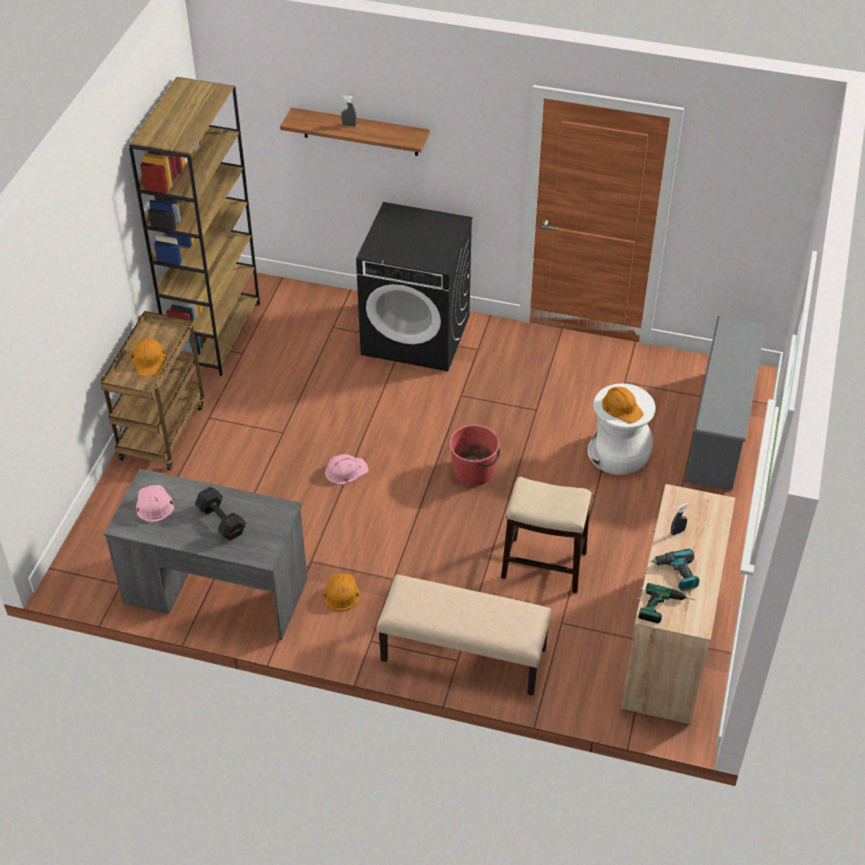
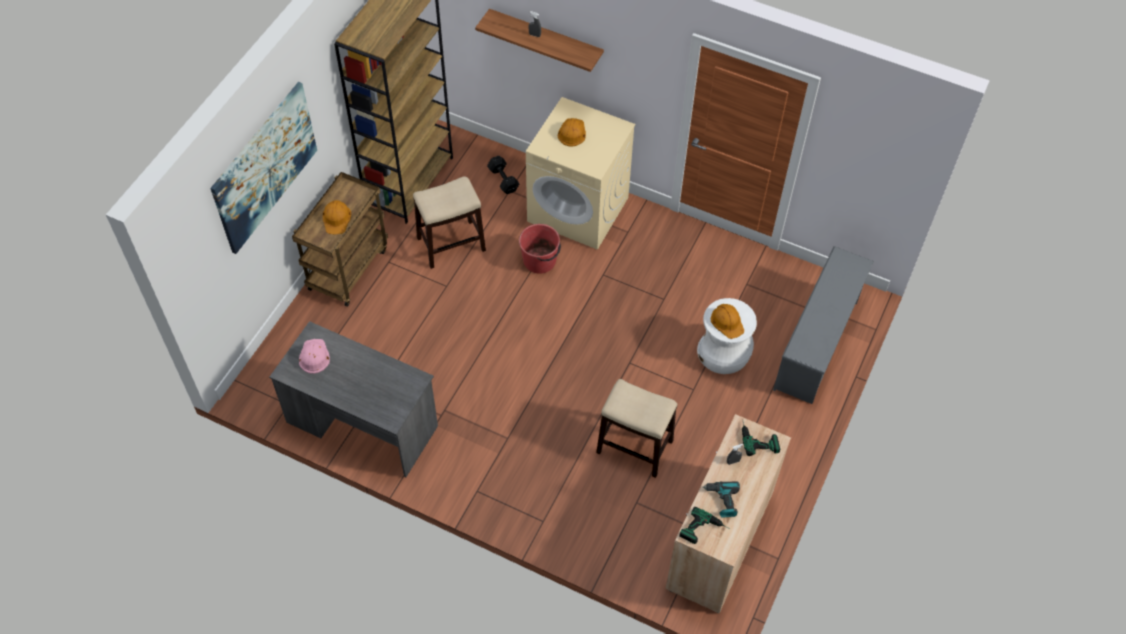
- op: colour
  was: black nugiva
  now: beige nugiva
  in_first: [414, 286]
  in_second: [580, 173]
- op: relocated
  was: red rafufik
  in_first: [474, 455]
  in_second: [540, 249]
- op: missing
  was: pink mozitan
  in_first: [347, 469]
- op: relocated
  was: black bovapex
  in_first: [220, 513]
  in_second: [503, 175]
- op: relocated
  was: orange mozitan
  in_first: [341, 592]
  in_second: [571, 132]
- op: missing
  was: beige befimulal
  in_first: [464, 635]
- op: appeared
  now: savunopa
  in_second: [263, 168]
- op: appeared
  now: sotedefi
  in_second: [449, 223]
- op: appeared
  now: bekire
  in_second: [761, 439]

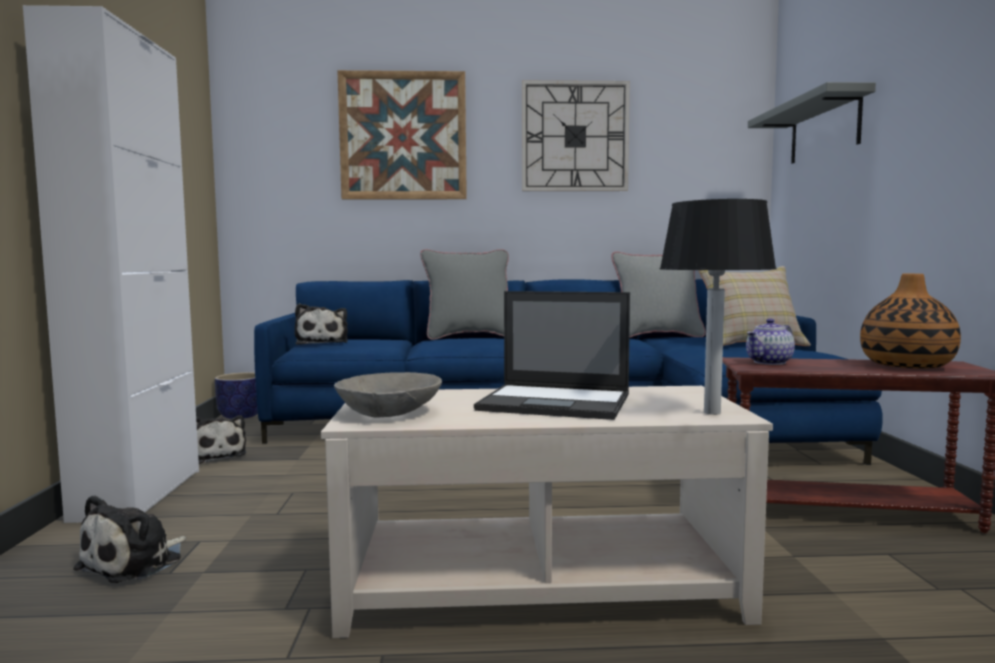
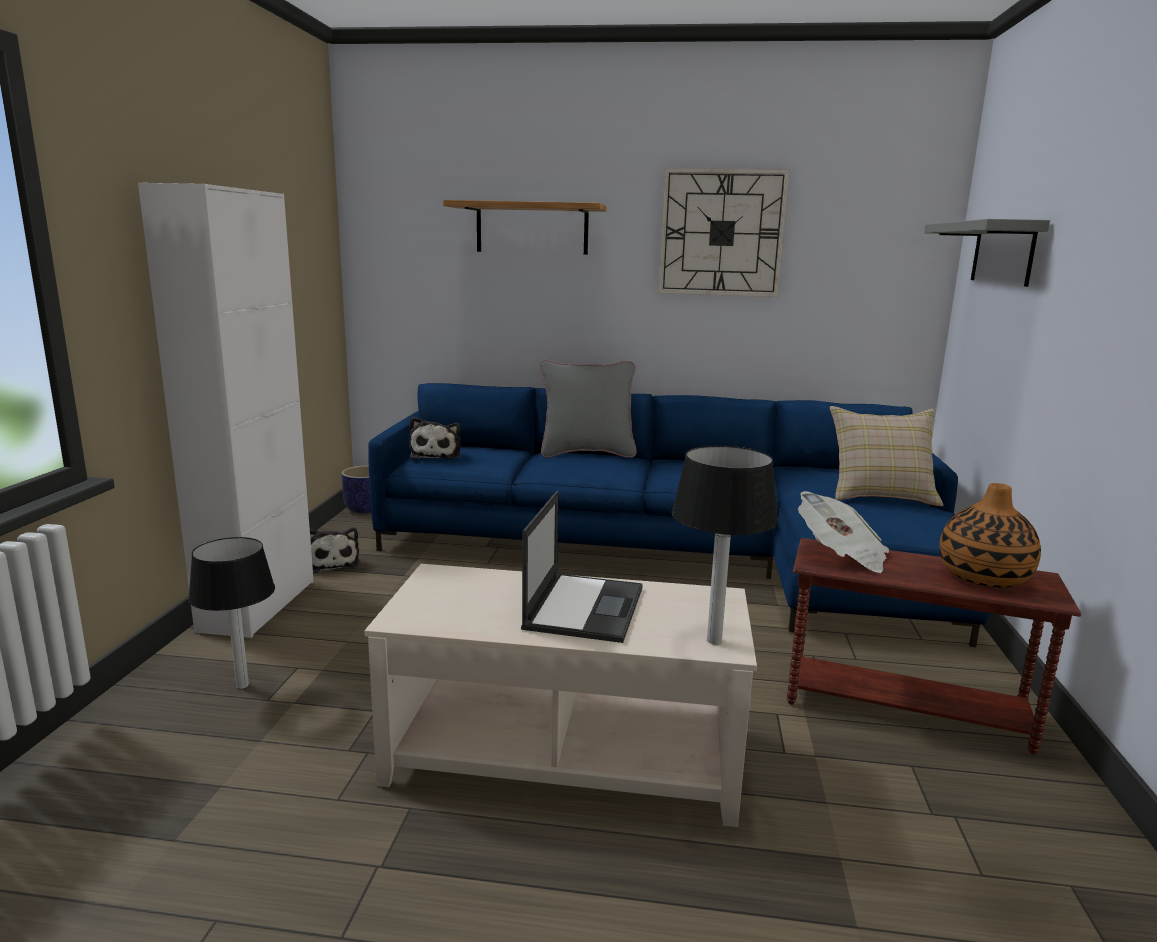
- op: exchanged
  was: savunopa
  now: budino
  in_first: [402, 135]
  in_second: [525, 227]
- op: missing
  was: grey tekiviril
  in_first: [658, 294]
- op: spun
  was: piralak
  in_first: [552, 355]
  in_second: [582, 567]
  clockwise: -105
- op: exchanged
  was: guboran
  now: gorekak
  in_first: [770, 341]
  in_second: [843, 532]
- op: missing
  was: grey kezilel
  in_first: [388, 394]
- op: exchanged
  was: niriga
  now: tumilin
  in_first: [129, 539]
  in_second: [231, 613]

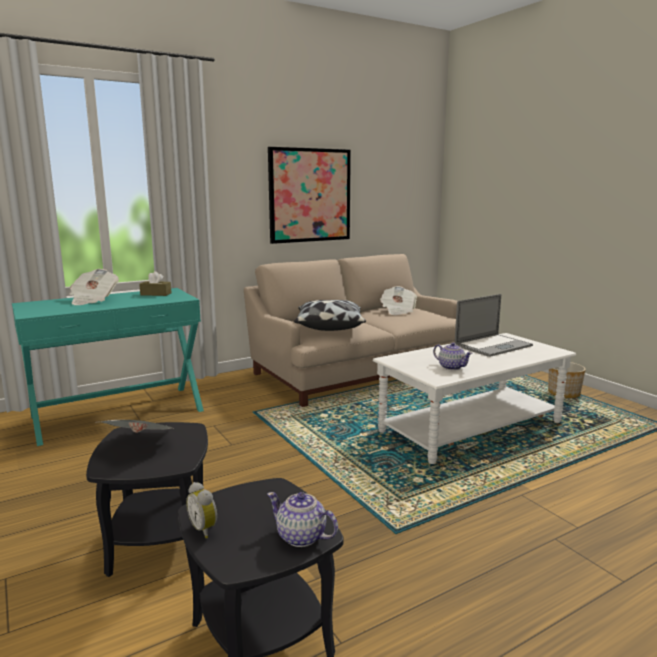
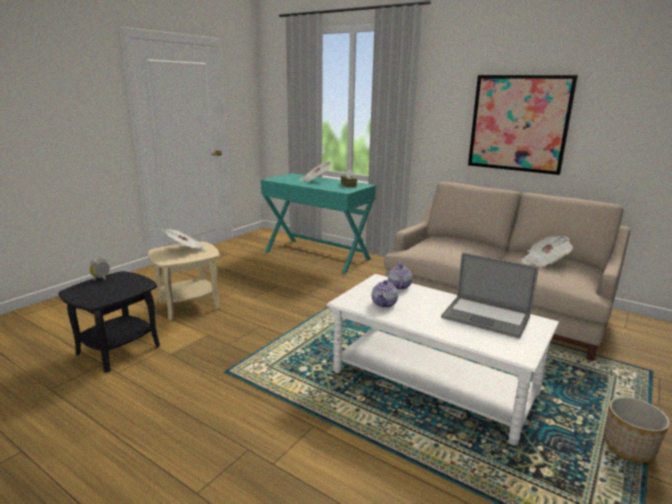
- op: missing
  was: tekiviril
  in_first: [330, 315]
- op: colour
  was: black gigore
  now: beige gigore
  in_first: [147, 499]
  in_second: [184, 281]
- op: relocated
  was: guboran
  in_first: [302, 519]
  in_second: [400, 276]

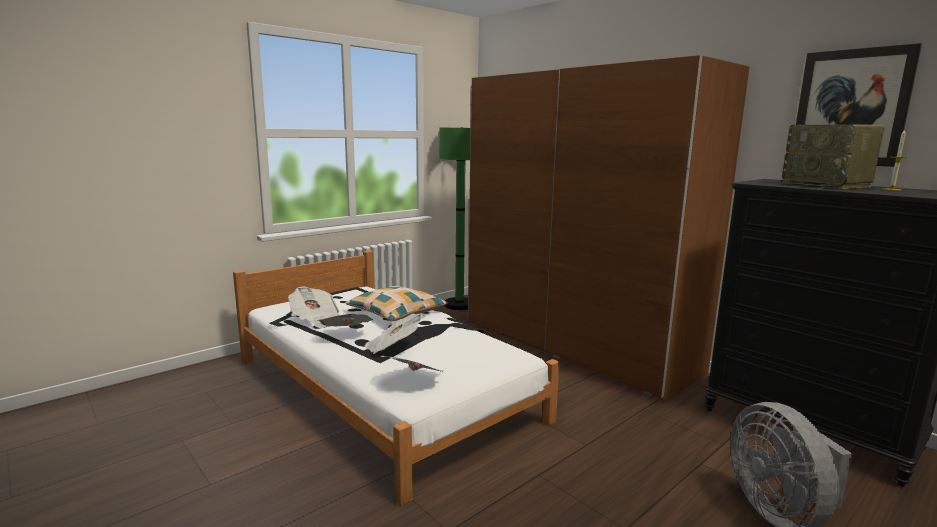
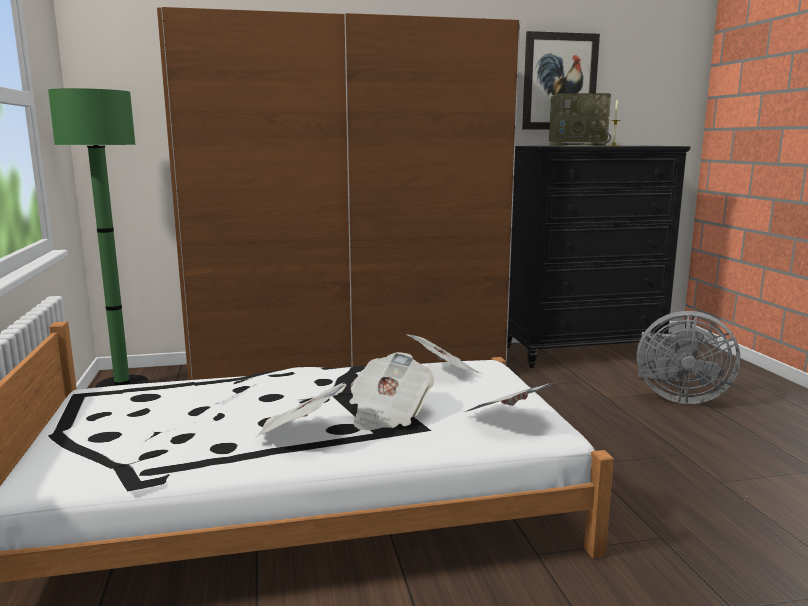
- op: relocated
  was: gorekak
  in_first: [313, 307]
  in_second: [444, 354]
- op: missing
  was: tekiviril
  in_first: [396, 303]

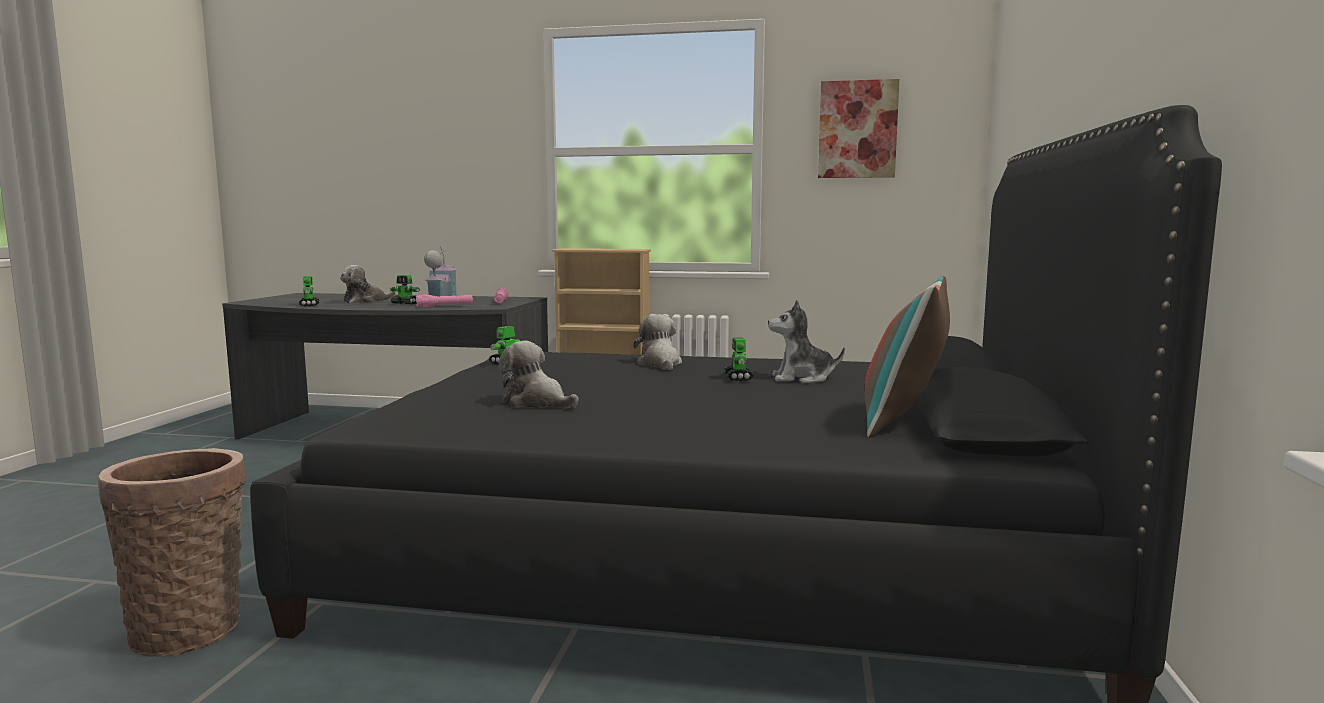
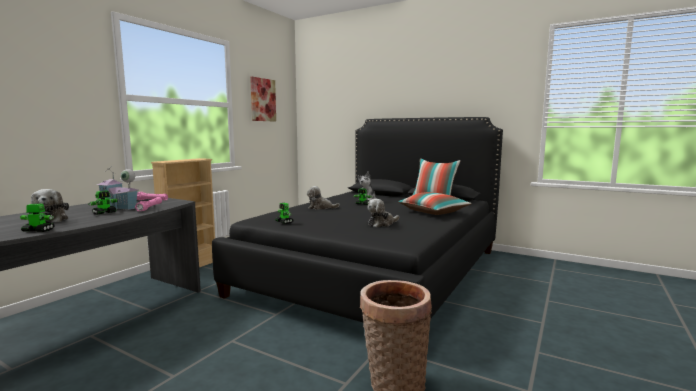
- op: appeared
  now: tekiviril
  in_second: [435, 203]

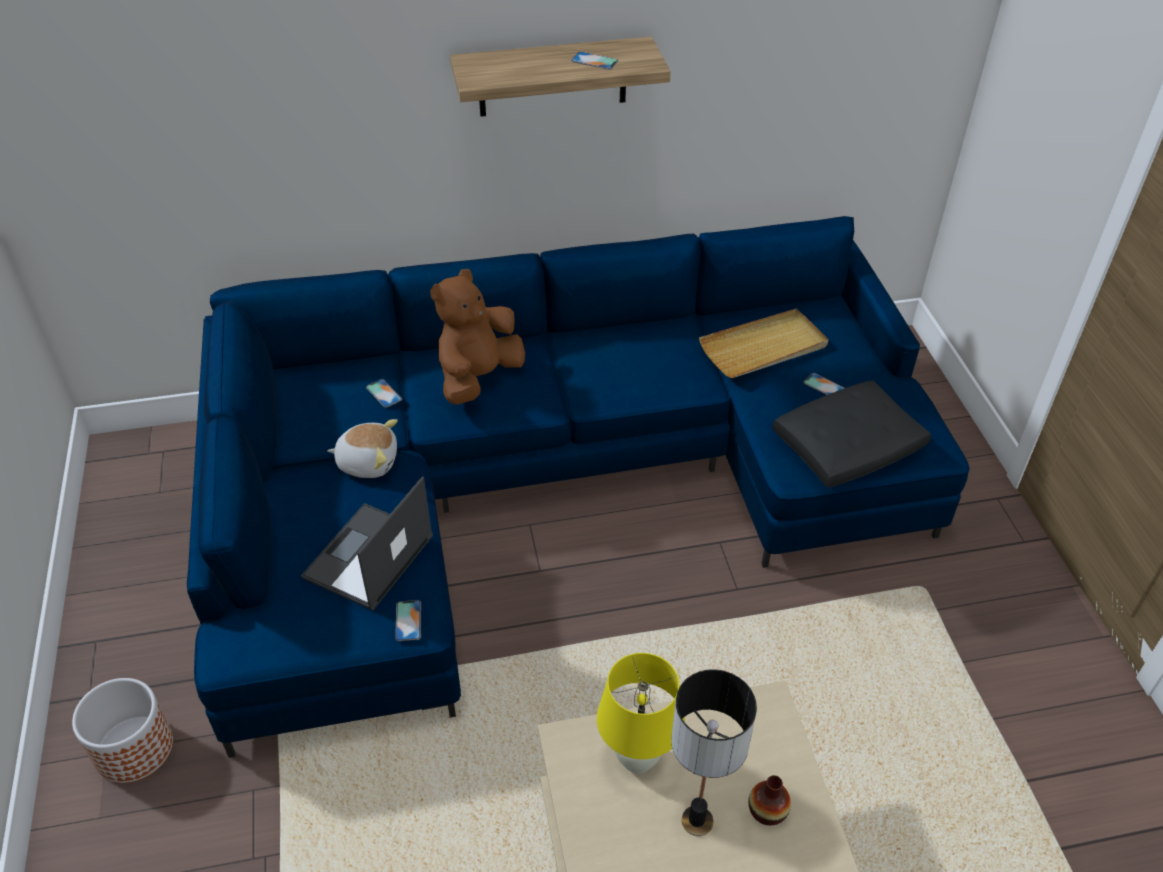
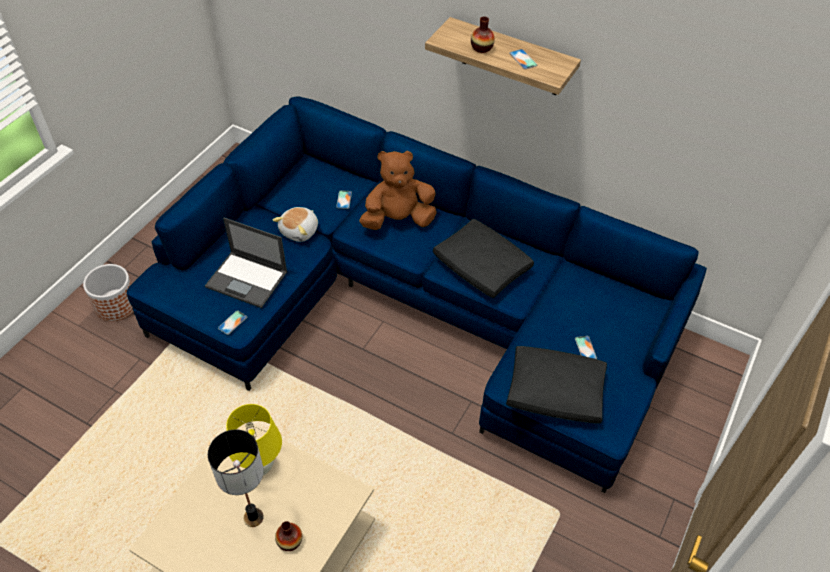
- op: missing
  was: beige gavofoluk
  in_first: [764, 343]
- op: spun
  was: niriga
  in_first: [362, 448]
  in_second: [295, 224]
  clockwise: 75
- op: spun
  was: piralak
  in_first: [367, 543]
  in_second: [246, 263]
  clockwise: -135
- op: appeared
  now: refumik
  in_second: [483, 34]
- op: appeared
  now: black tekiviril
  in_second: [483, 258]

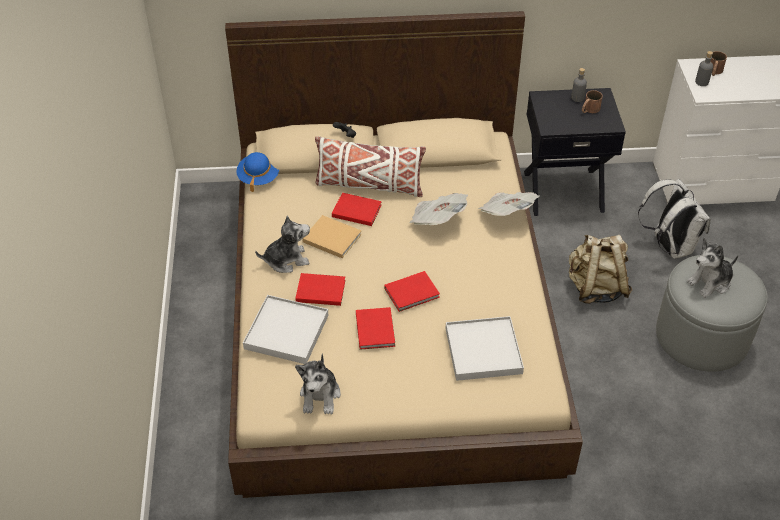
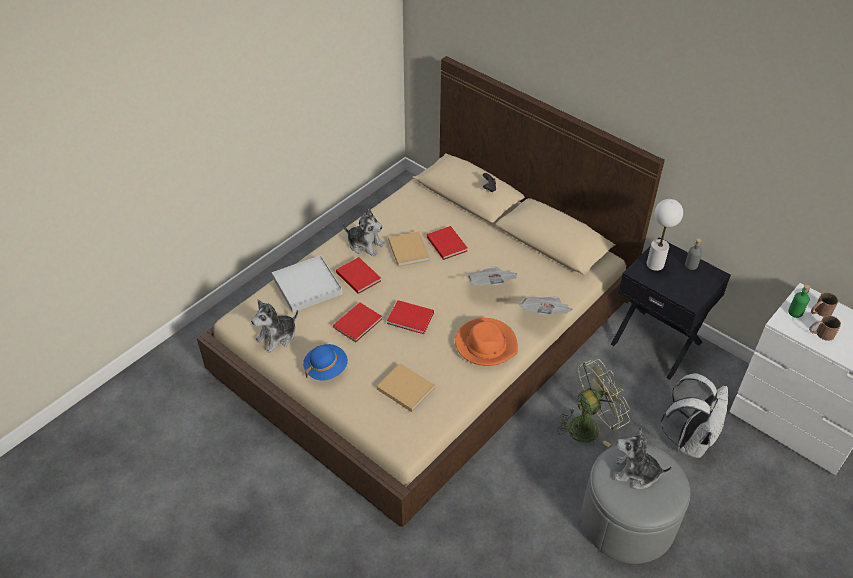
- op: colour
  was: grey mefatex
  now: green mefatex
  in_first: [704, 68]
  in_second: [799, 301]
- op: relocated
  was: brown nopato
  in_first: [592, 101]
  in_second: [825, 328]
- op: missing
  was: white tekiviril
  in_first: [370, 166]
- op: relocated
  was: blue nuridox
  in_first: [258, 172]
  in_second: [325, 362]
- op: exchanged
  was: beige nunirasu
  now: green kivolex
  in_first: [600, 269]
  in_second: [593, 403]
- op: exchanged
  was: white gavofoluk
  now: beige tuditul
  in_first: [485, 348]
  in_second: [406, 387]
- op: appeared
  now: white tumilin
  in_second: [665, 235]
- op: appeared
  now: orange nuridox
  in_second: [486, 342]

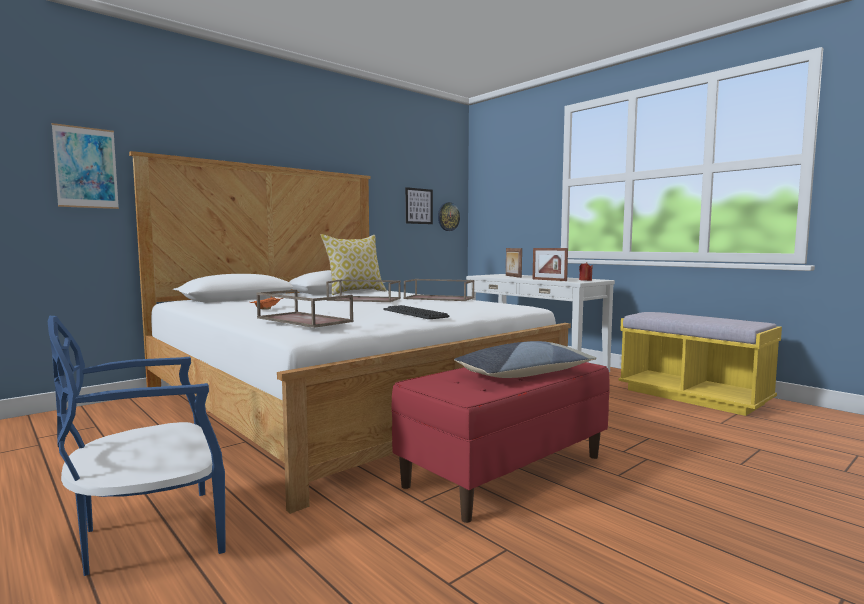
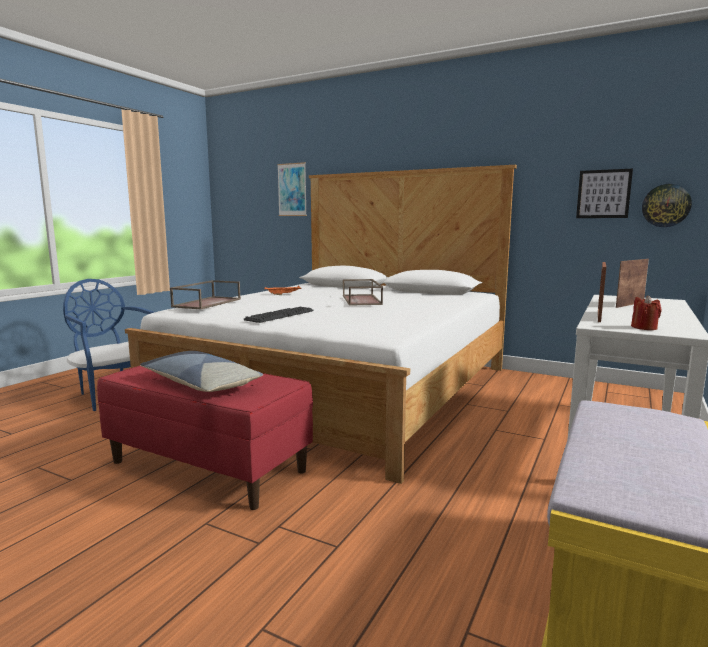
- op: missing
  was: tekiviril
  in_first: [354, 264]
- op: missing
  was: brown gavofoluk
  in_first: [439, 290]

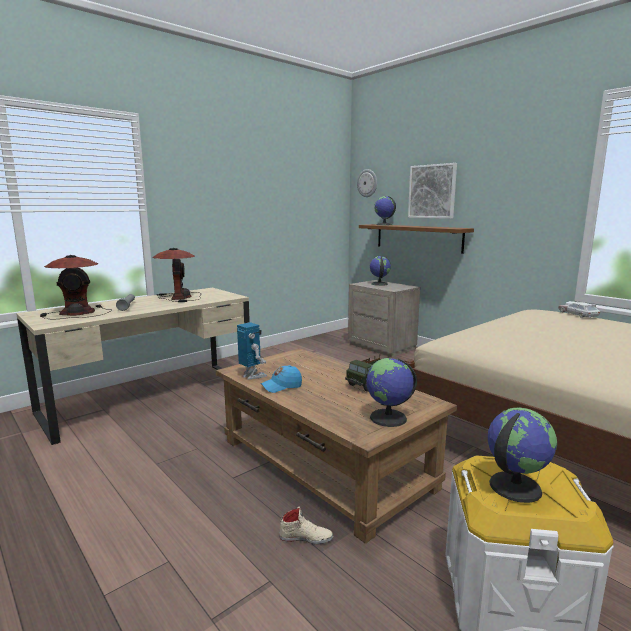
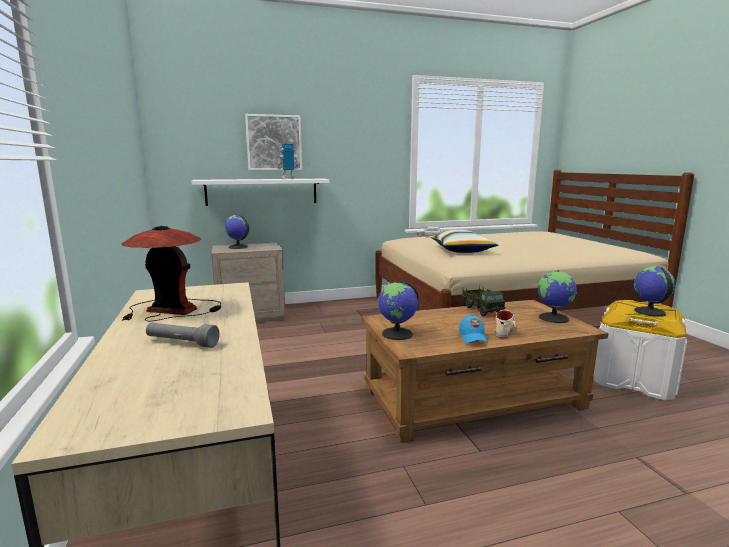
- op: missing
  was: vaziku
  in_first: [367, 183]
- op: relocated
  was: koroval
  in_first: [385, 210]
  in_second: [398, 311]
- op: colour
  was: brown budino
  now: white budino
  in_first: [416, 239]
  in_second: [261, 192]
- op: missing
  was: tumilin
  in_first: [76, 287]
- op: relocated
  was: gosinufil
  in_first: [252, 350]
  in_second: [288, 161]
- op: relocated
  was: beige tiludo
  in_first: [306, 525]
  in_second: [505, 324]
- op: appeared
  now: tekiviril
  in_second: [464, 241]

